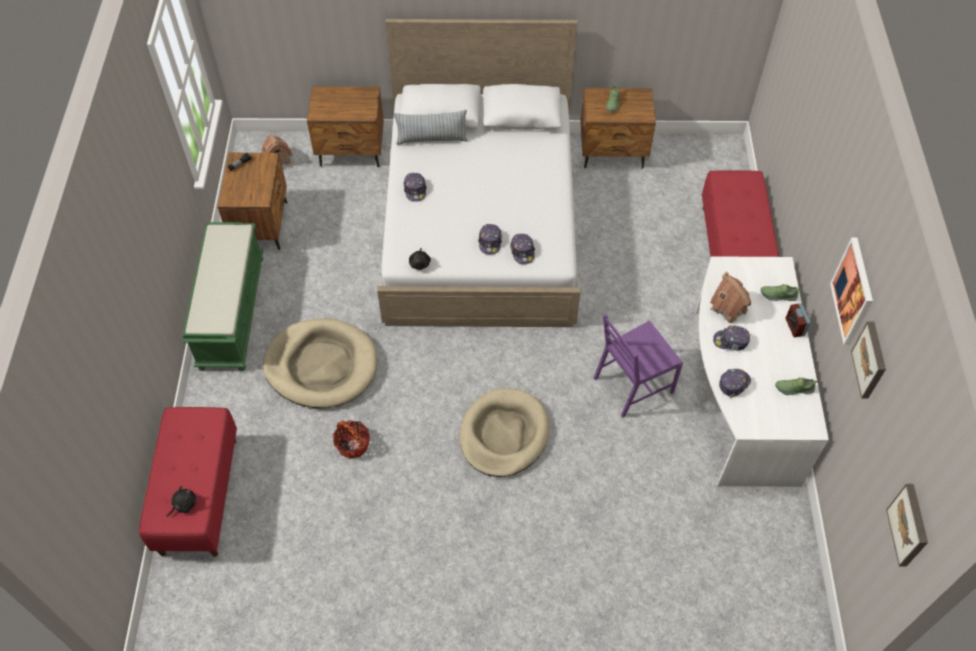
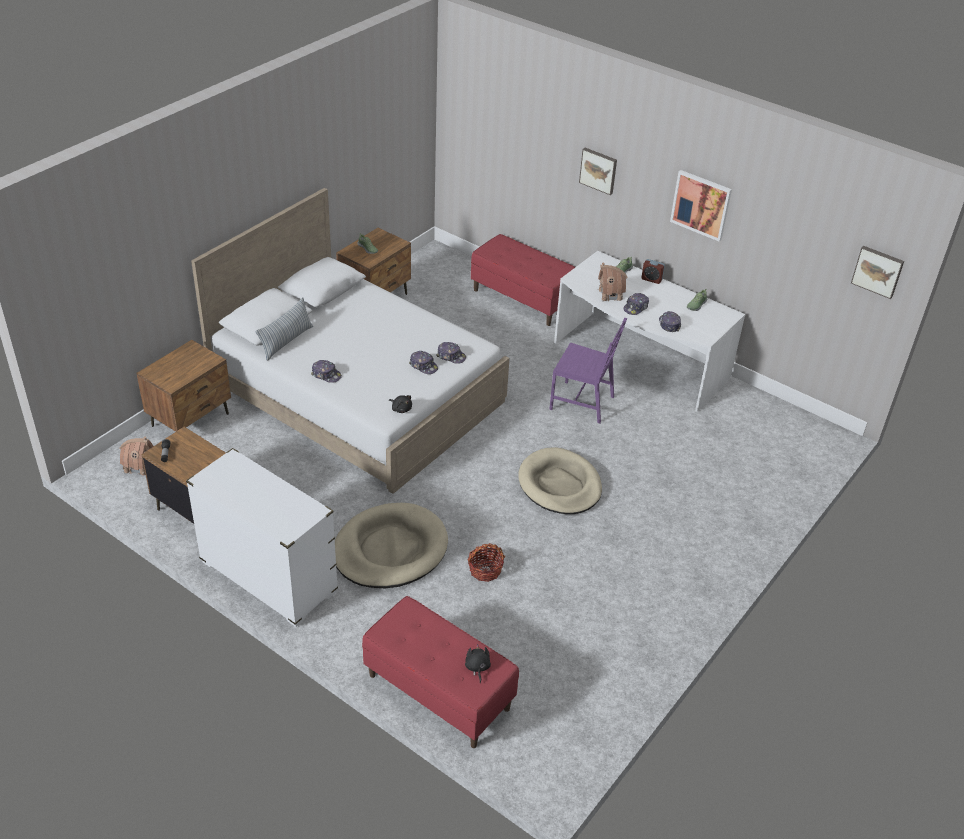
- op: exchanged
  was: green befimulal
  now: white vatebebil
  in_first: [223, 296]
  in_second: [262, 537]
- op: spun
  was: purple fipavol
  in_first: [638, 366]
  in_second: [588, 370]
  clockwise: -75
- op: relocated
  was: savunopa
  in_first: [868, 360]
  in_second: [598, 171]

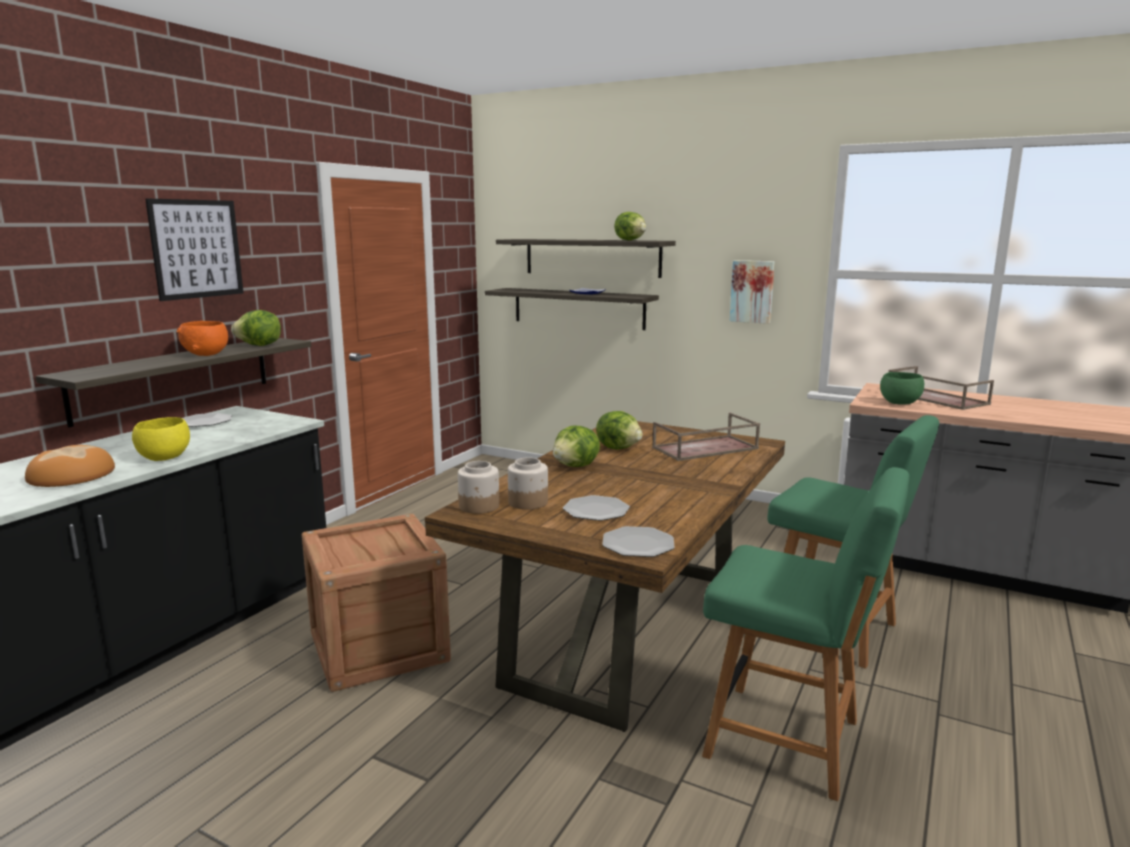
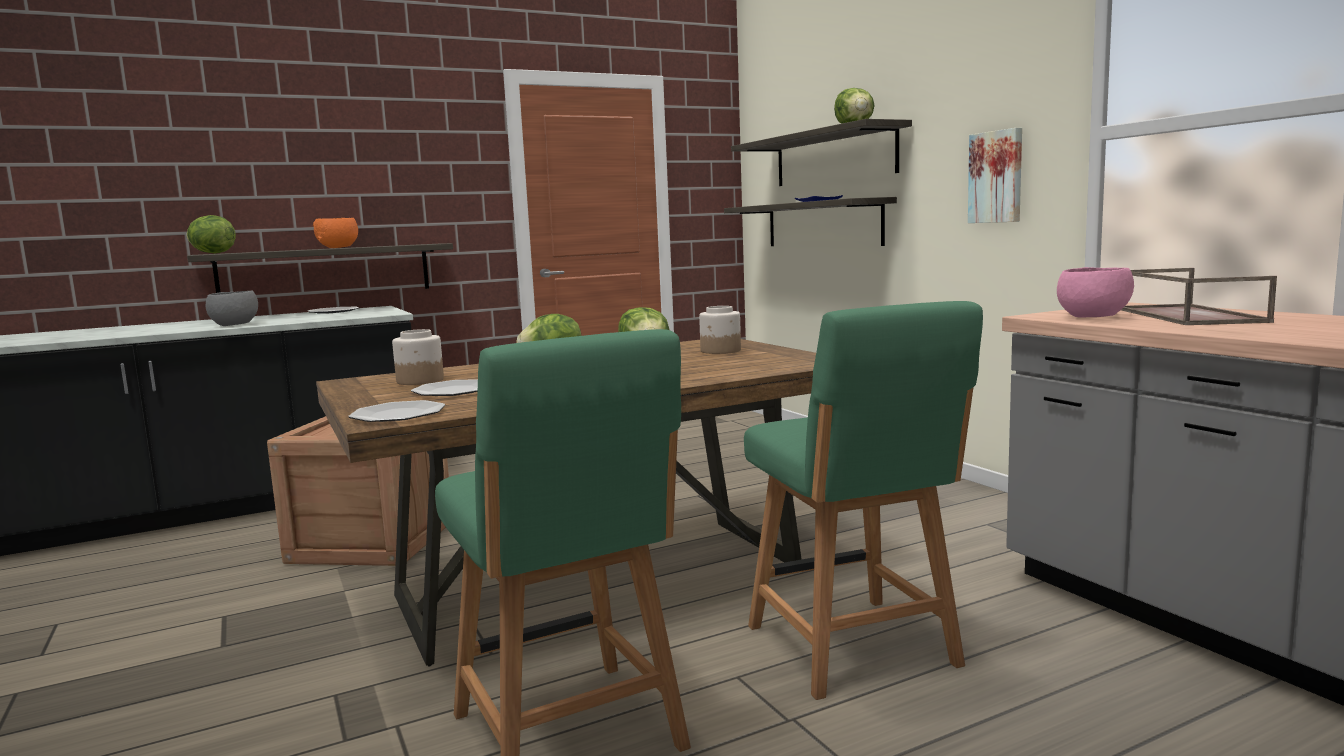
- op: missing
  was: savunopa
  in_first: [194, 249]
- op: relocated
  was: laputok
  in_first: [256, 328]
  in_second: [211, 234]
- op: colour
  was: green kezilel
  now: pink kezilel
  in_first: [902, 388]
  in_second: [1095, 292]
- op: missing
  was: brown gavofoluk
  in_first: [706, 437]
- op: colour
  was: yellow kezilel
  now: grey kezilel
  in_first: [161, 439]
  in_second: [232, 308]
- op: missing
  was: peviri
  in_first: [70, 466]
- op: relocated
  was: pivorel
  in_first: [478, 487]
  in_second: [720, 330]

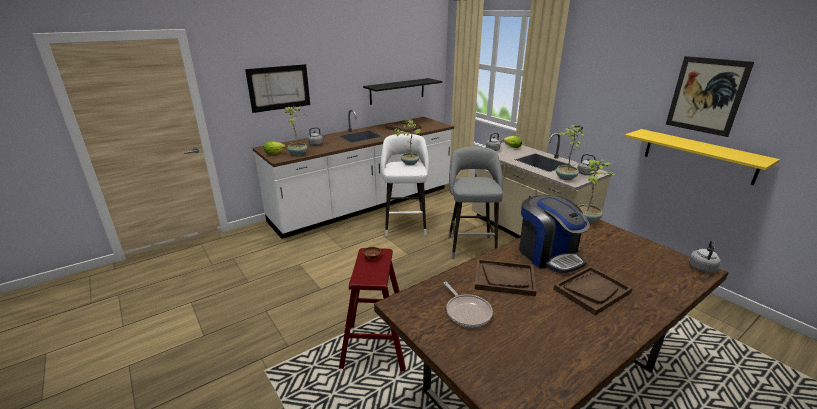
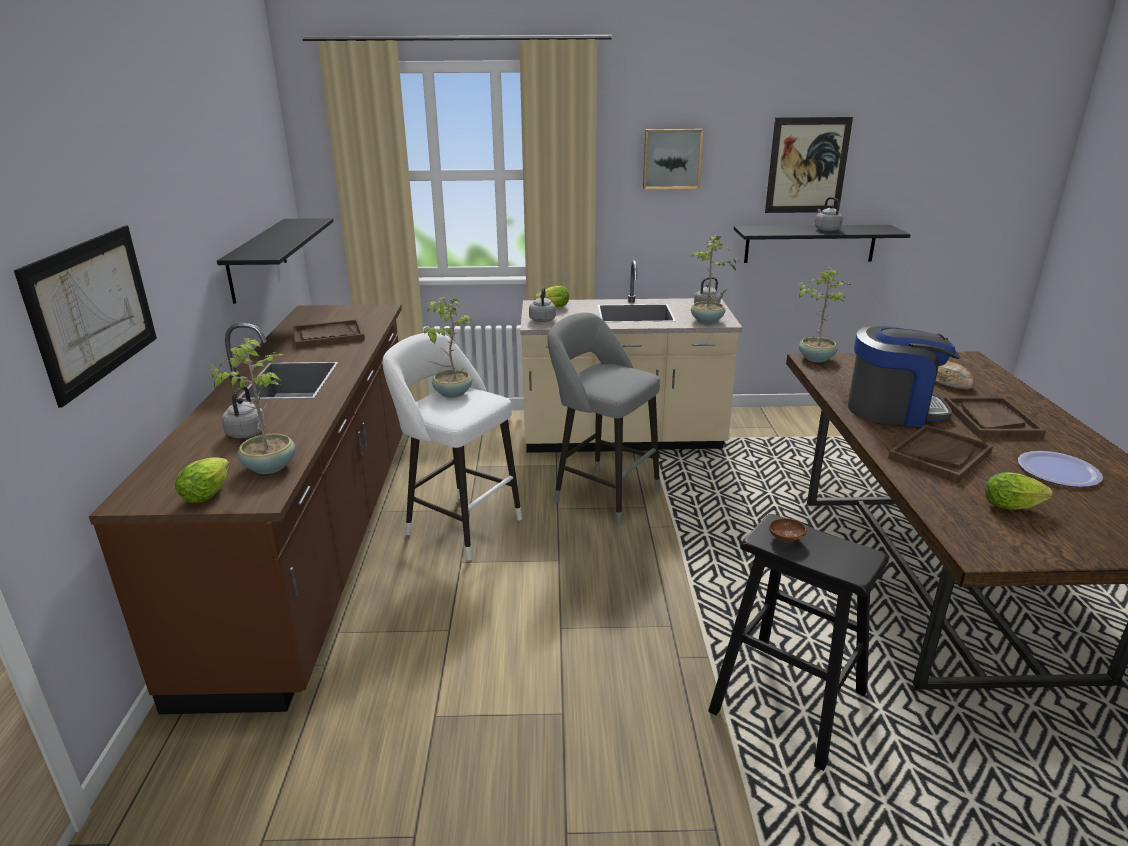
- op: colour
  was: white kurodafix
  now: brown kurodafix
  in_first: [353, 174]
  in_second: [246, 509]
- op: colour
  was: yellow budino
  now: black budino
  in_first: [702, 157]
  in_second: [822, 244]
- op: relocated
  was: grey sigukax
  in_first: [705, 256]
  in_second: [829, 214]
- op: colour
  was: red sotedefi
  now: black sotedefi
  in_first: [372, 309]
  in_second: [798, 642]
- op: exchanged
  was: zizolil
  now: laputok
  in_first: [468, 304]
  in_second: [1019, 491]
- op: appeared
  now: savunopa
  in_second: [673, 159]
- op: appeared
  now: peviri
  in_second: [955, 375]
- op: appeared
  now: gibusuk
  in_second: [1060, 469]

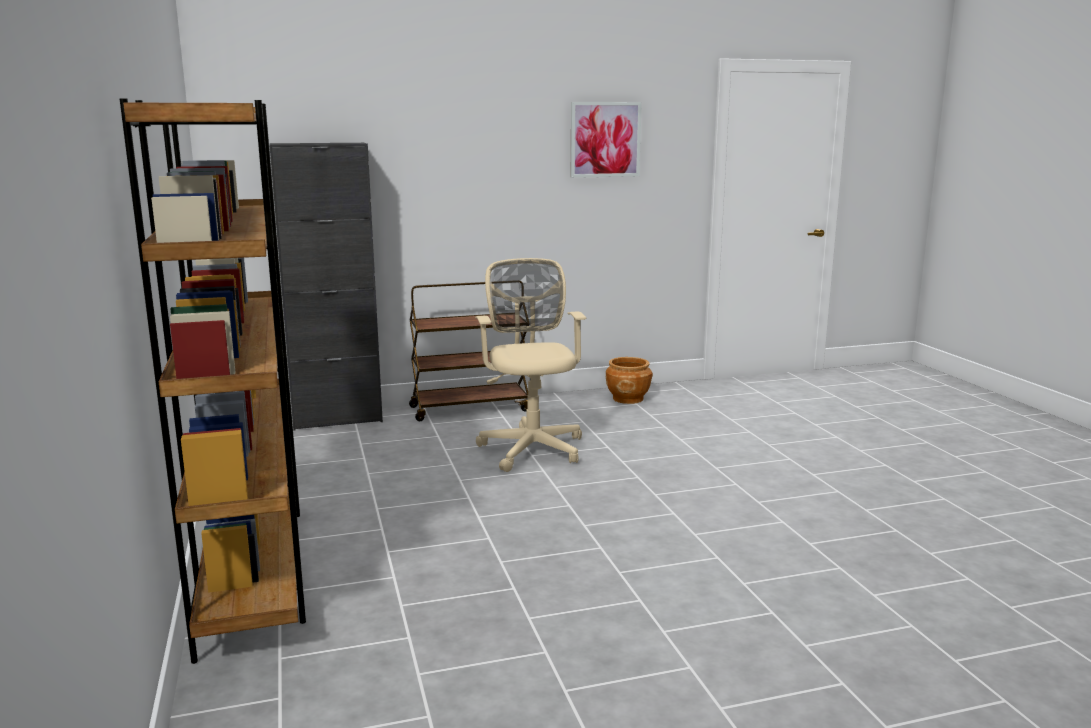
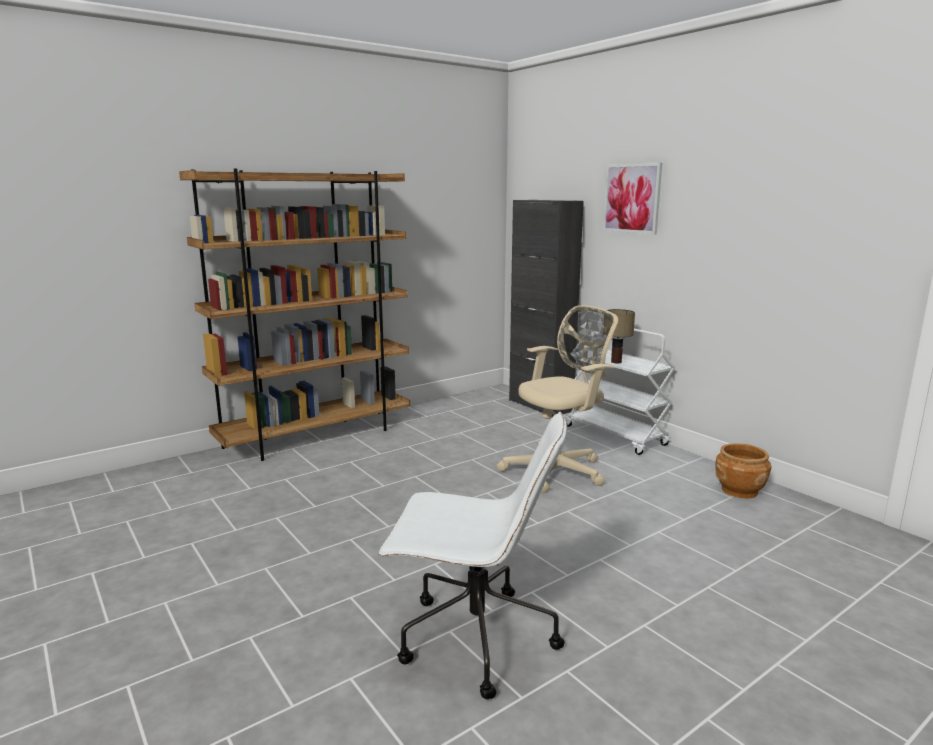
- op: relocated
  was: savunopa
  in_first: [606, 140]
  in_second: [632, 198]
- op: colour
  was: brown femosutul
  now: white femosutul
  in_first: [468, 351]
  in_second: [620, 388]
- op: appeared
  now: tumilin
  in_second: [619, 336]
- op: appeared
  now: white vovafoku
  in_second: [473, 555]

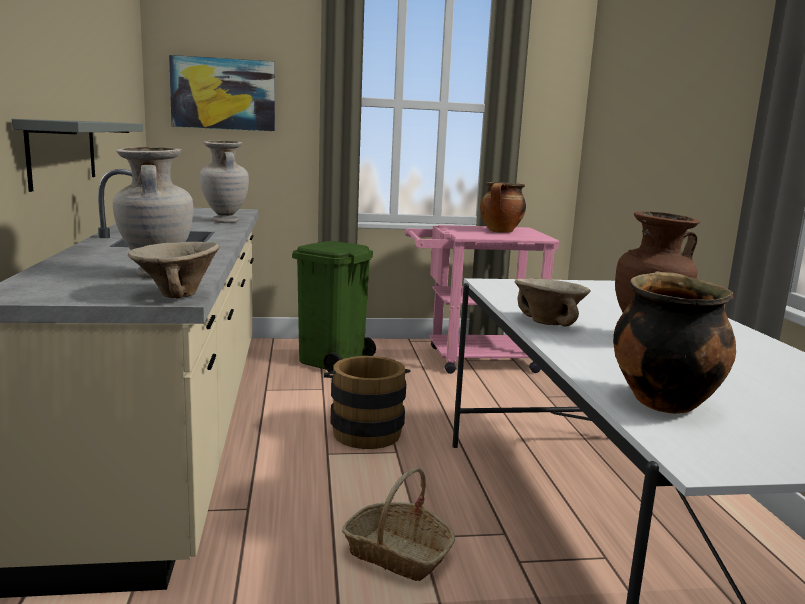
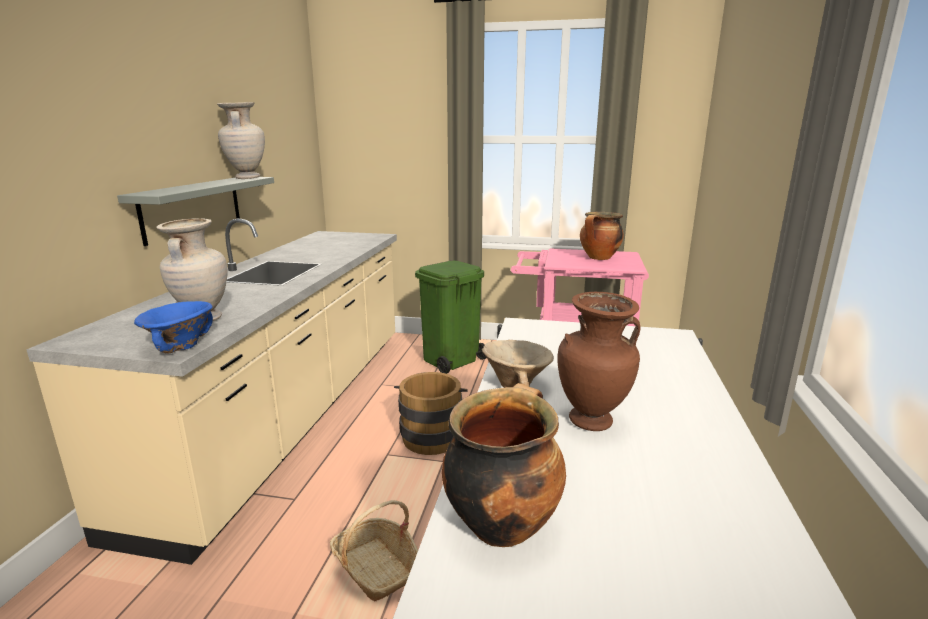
- op: missing
  was: savunopa
  in_first: [222, 93]
- op: relocated
  was: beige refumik
  in_first: [224, 182]
  in_second: [241, 140]
- op: colour
  was: beige kezilel
  now: blue kezilel
  in_first: [174, 270]
  in_second: [173, 327]

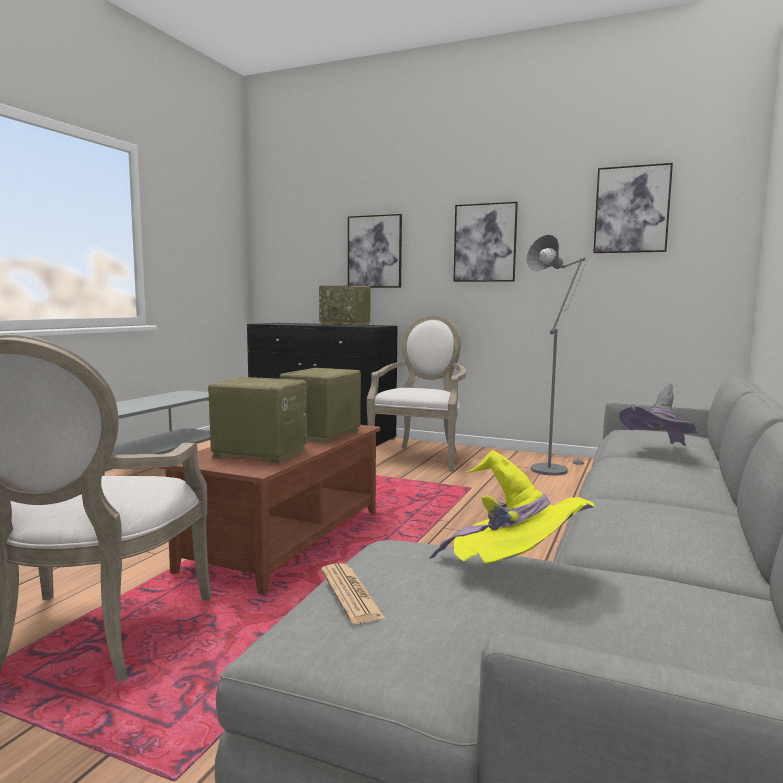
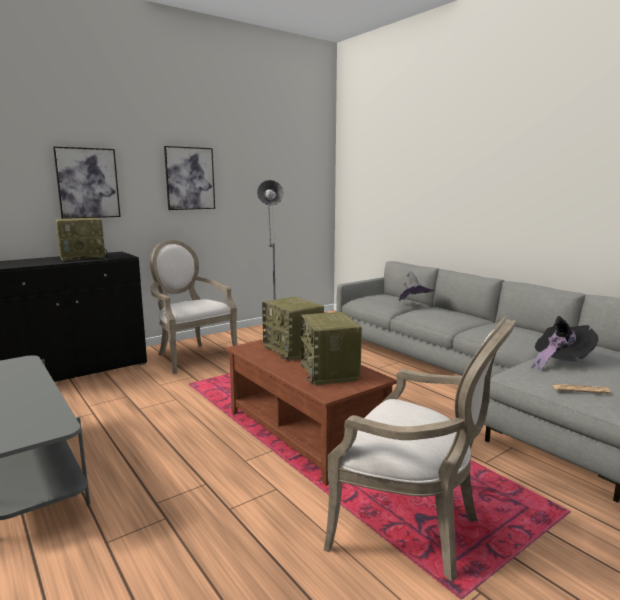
- op: missing
  was: savunopa
  in_first: [633, 208]
- op: spun
  was: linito
  in_first: [257, 420]
  in_second: [331, 348]
  clockwise: -60
- op: colour
  was: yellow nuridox
  now: black nuridox
  in_first: [512, 507]
  in_second: [564, 343]

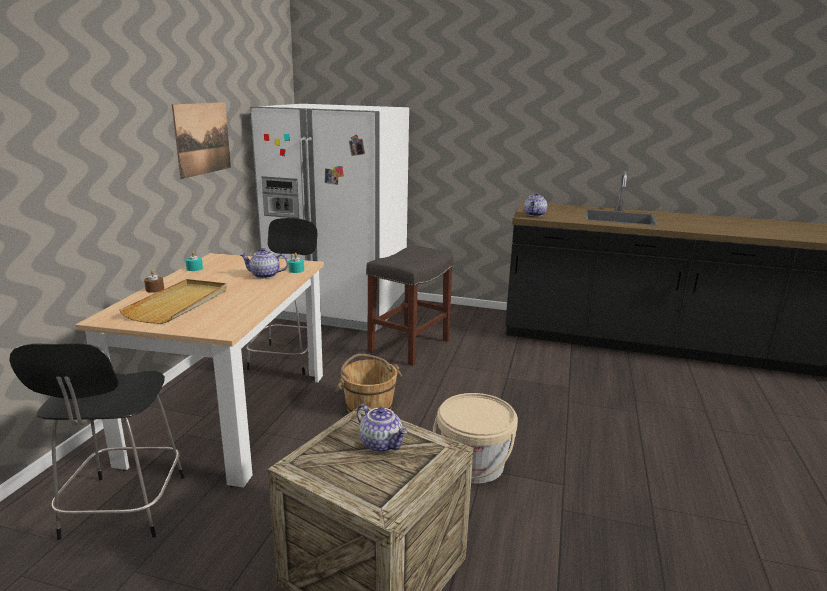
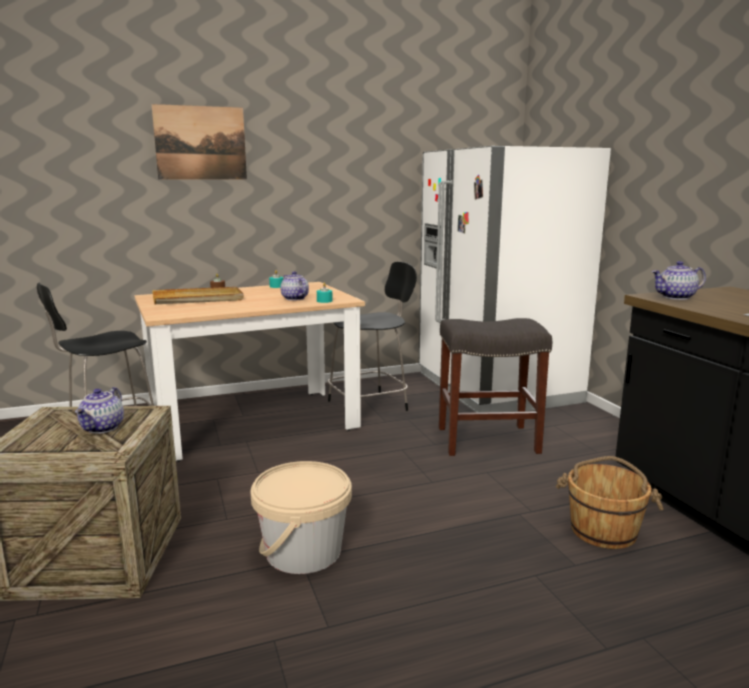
- op: relocated
  was: savunopa
  in_first: [201, 140]
  in_second: [199, 142]
- op: relocated
  was: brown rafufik
  in_first: [368, 383]
  in_second: [610, 502]

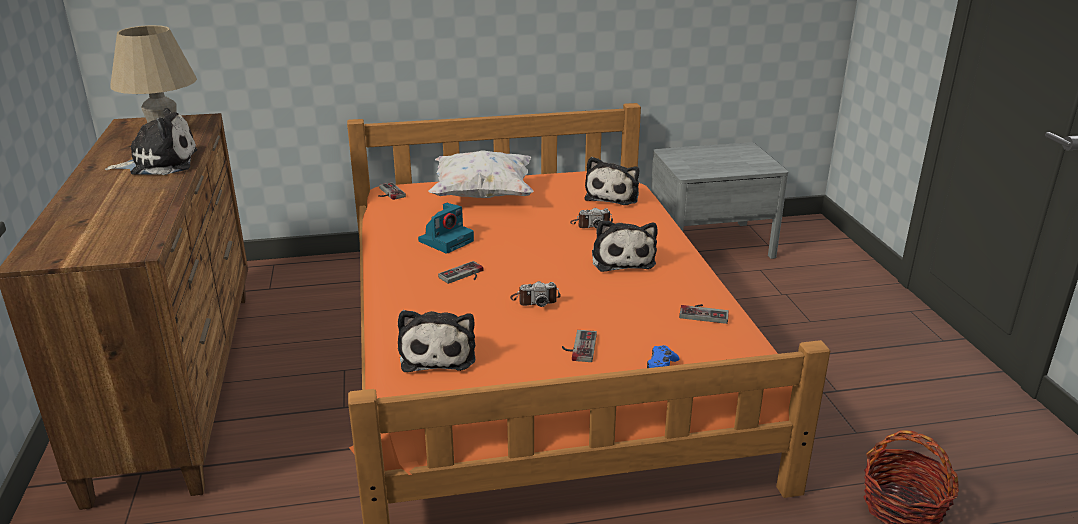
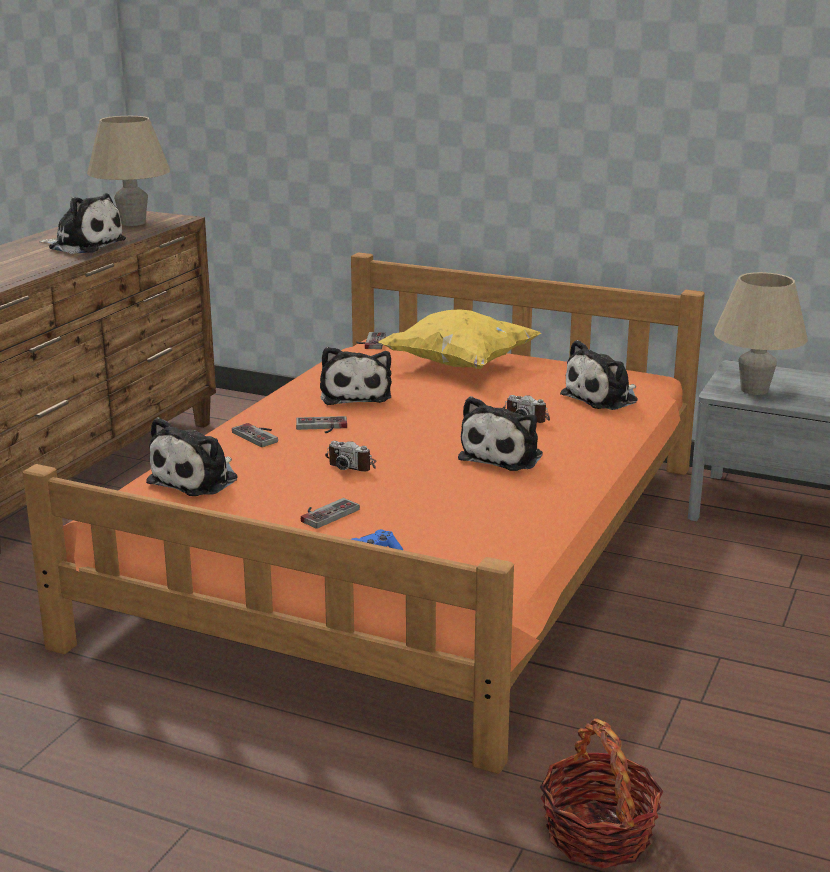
- op: colour
  was: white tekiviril
  now: yellow tekiviril
  in_first: [480, 174]
  in_second: [459, 339]
- op: exchanged
  was: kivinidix
  now: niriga
  in_first: [446, 228]
  in_second: [356, 376]
- op: relocated
  was: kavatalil
  in_first: [704, 314]
  in_second: [255, 435]
- op: appeared
  now: beige tumilin
  in_second: [761, 333]

